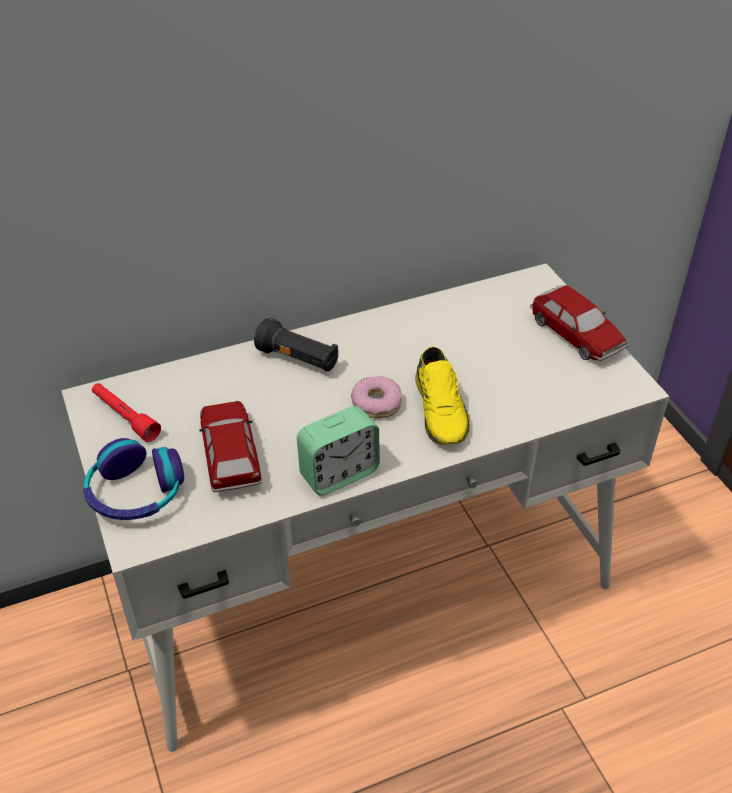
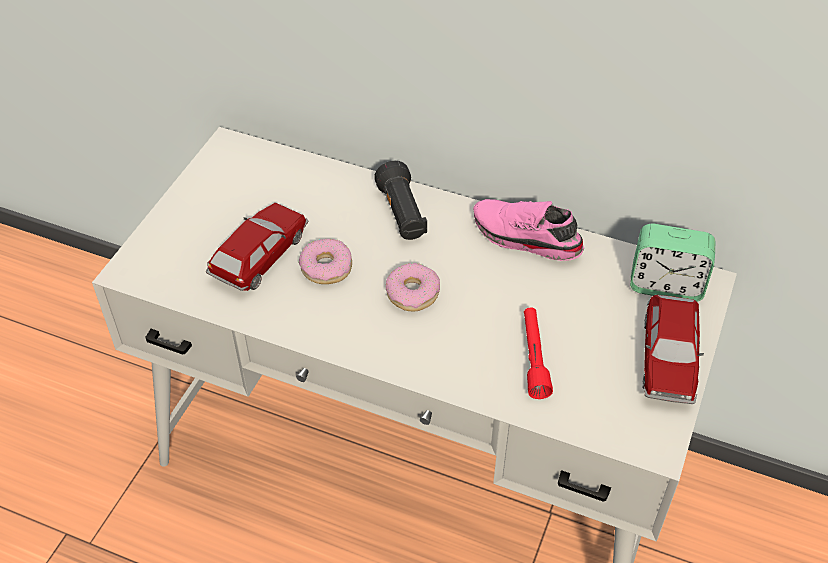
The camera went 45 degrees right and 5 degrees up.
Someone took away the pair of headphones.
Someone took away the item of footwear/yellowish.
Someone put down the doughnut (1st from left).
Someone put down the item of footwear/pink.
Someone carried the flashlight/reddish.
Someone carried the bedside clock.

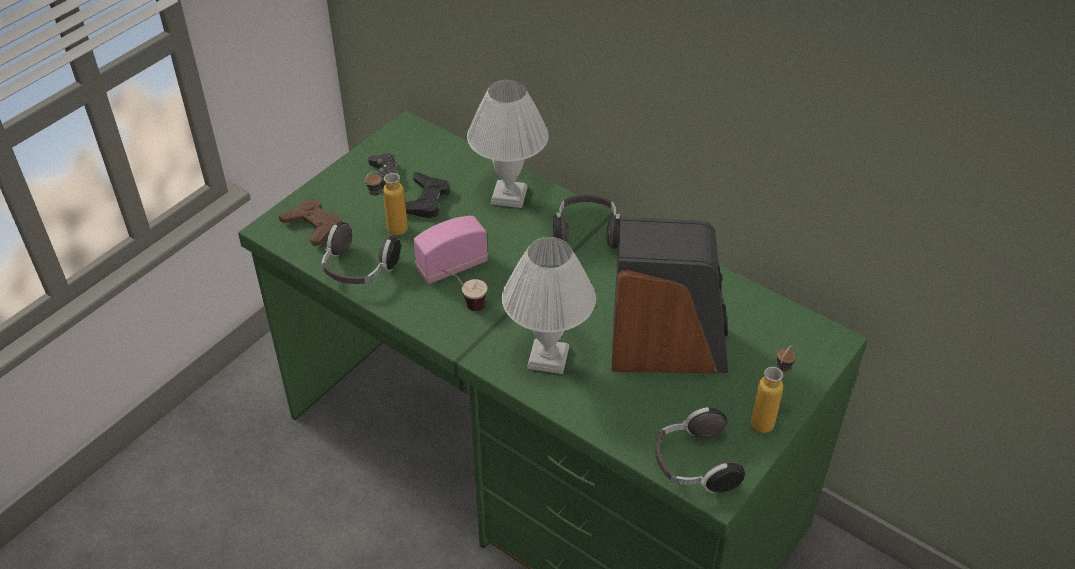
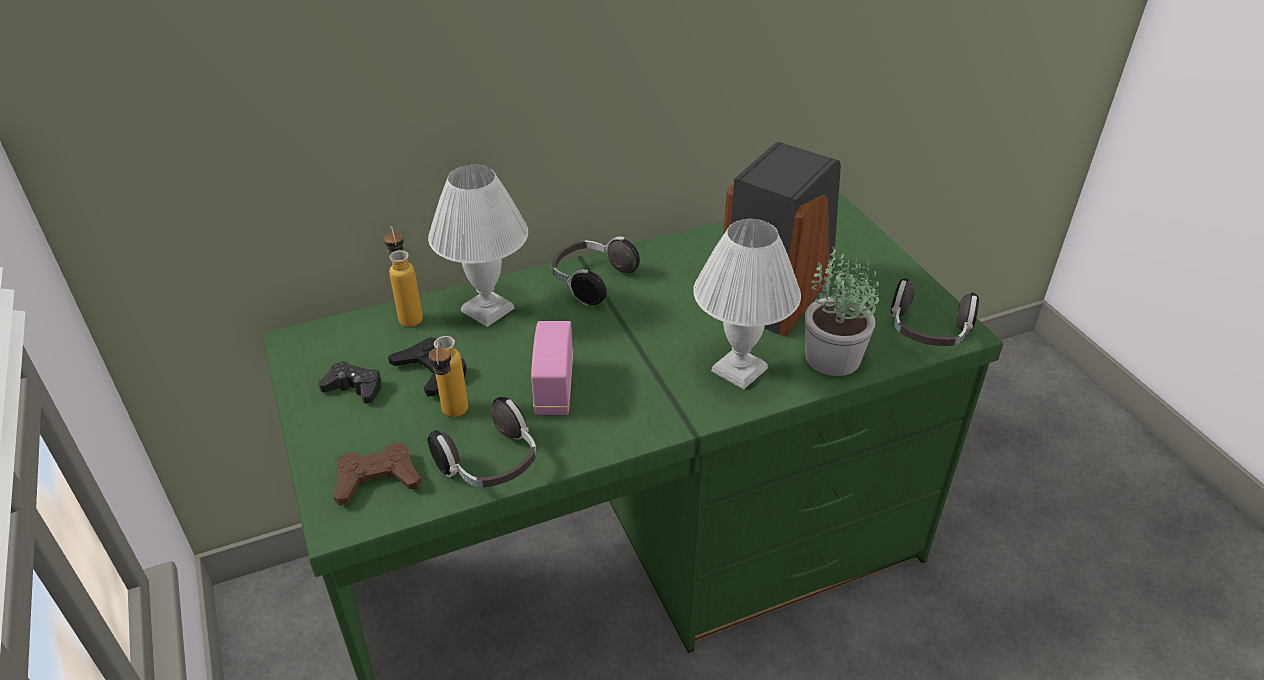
The camera went 60 degrees left and 5 degrees down.
Someone took away the small cup.
Someone put down the houseplant.
Someone carried the bottle (2nd from left in the first image).

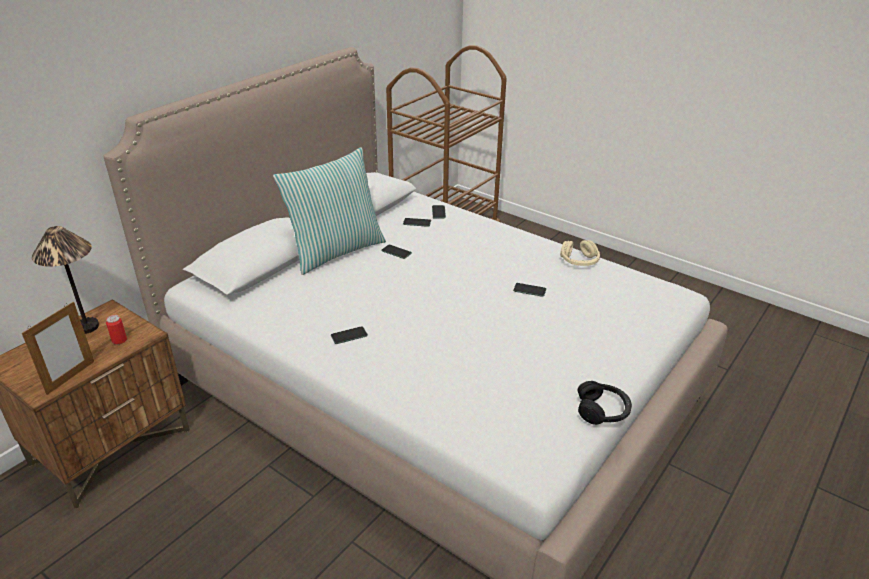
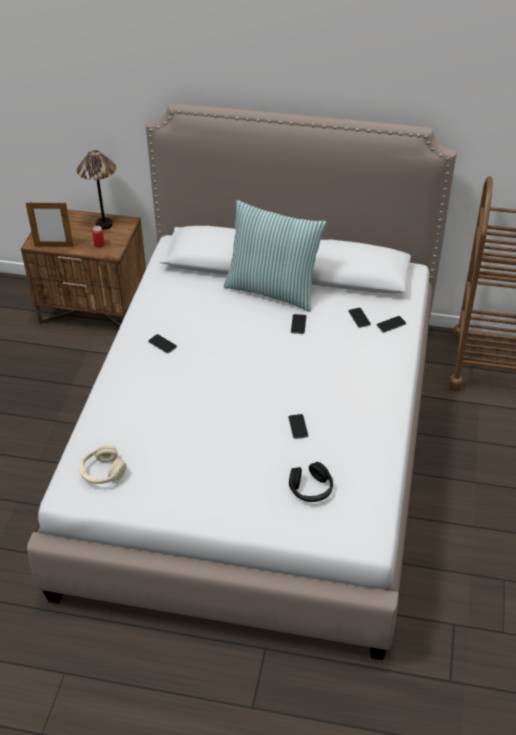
The camera went 65 degrees right and 10 degrees up.
Someone carried the pair of headphones/beige-coloured.
Someone carried the pair of headphones/black.

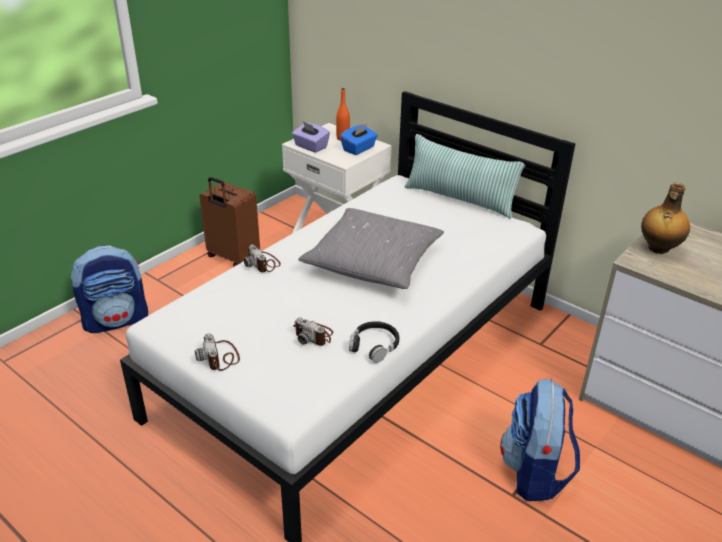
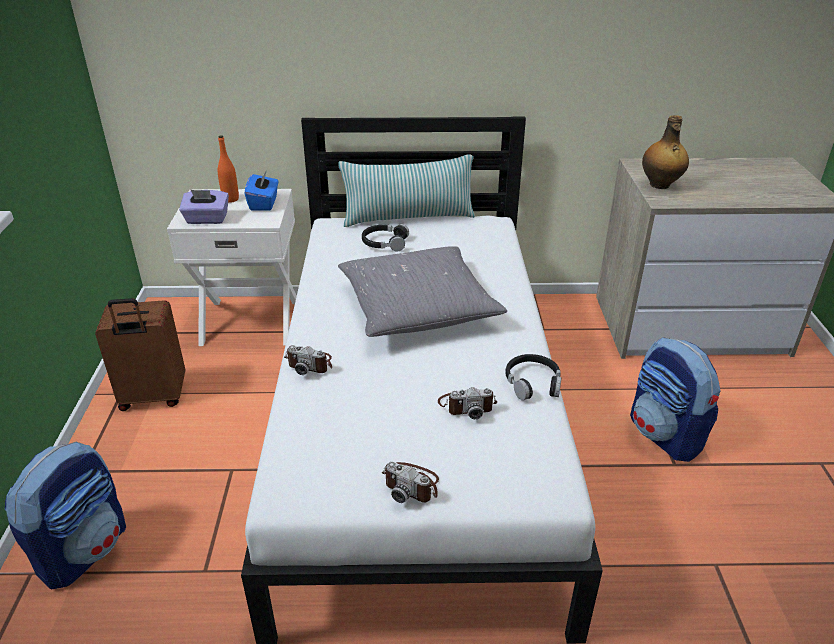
The camera went 40 degrees left and 0 degrees up.
Someone put down the pair of headphones/black (1st from left).

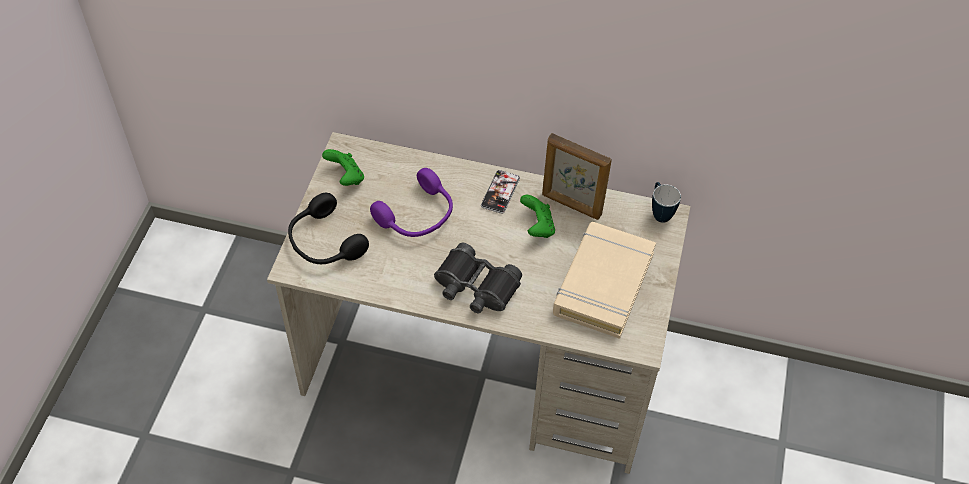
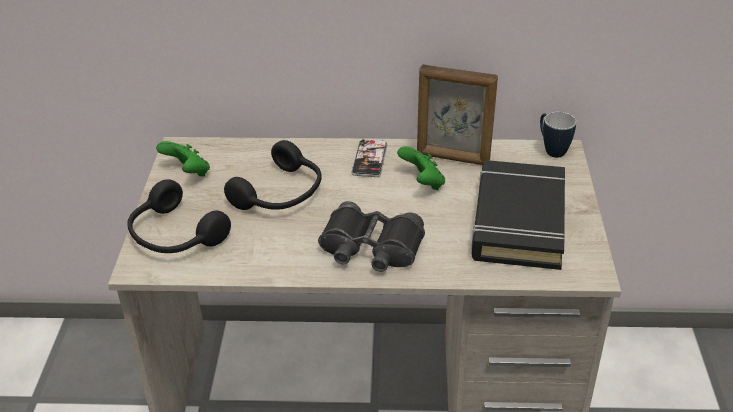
The camera went 10 degrees left and 15 degrees down.
Someone repainted the pair of headphones/purplish, which became the pair of headphones/black (2nd from left).
Someone repainted the book/beige-coloured, which became the book/black.

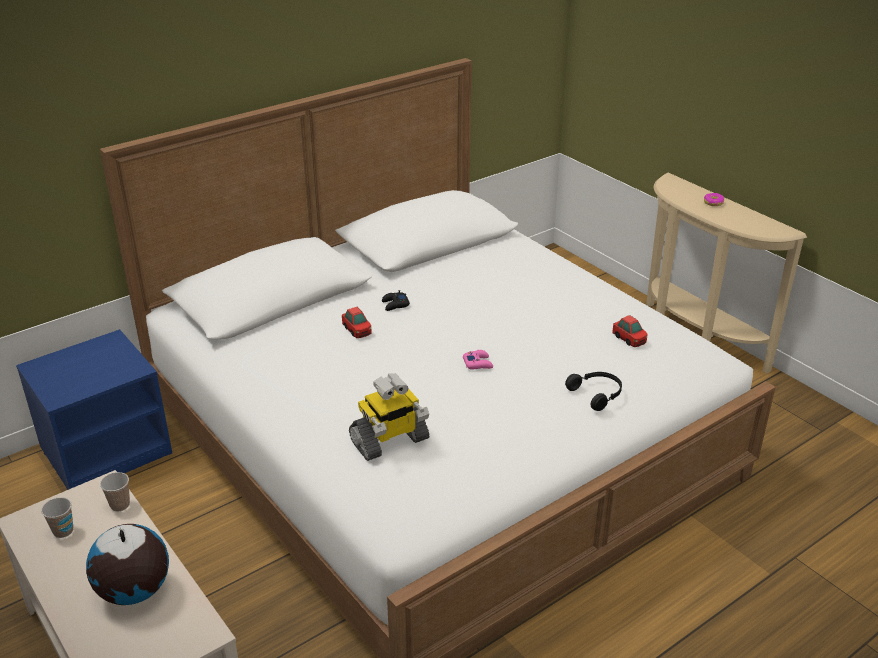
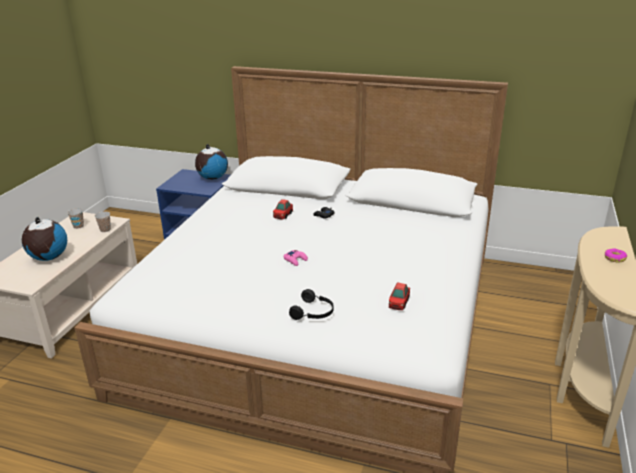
The camera went 55 degrees right and 5 degrees down.
Someone took away the model robot.
Someone put down the desk globe (2nd from left).

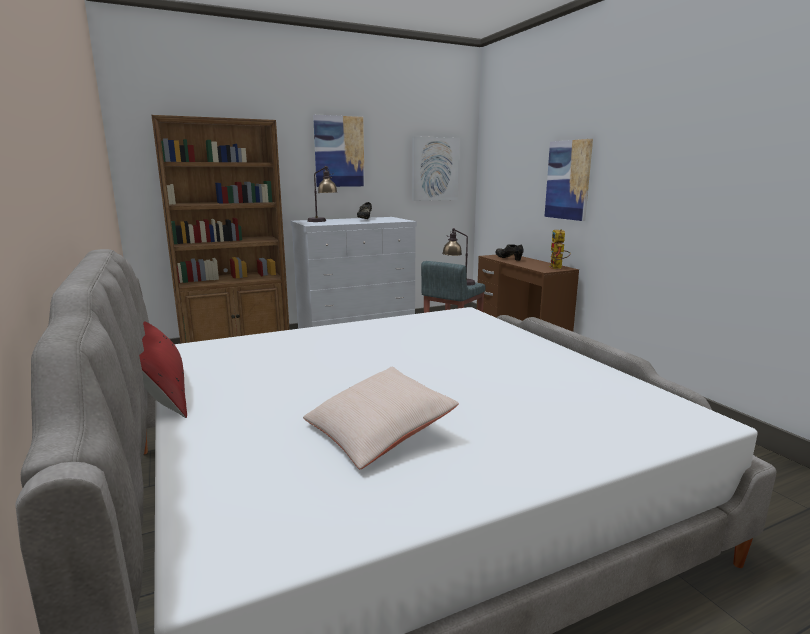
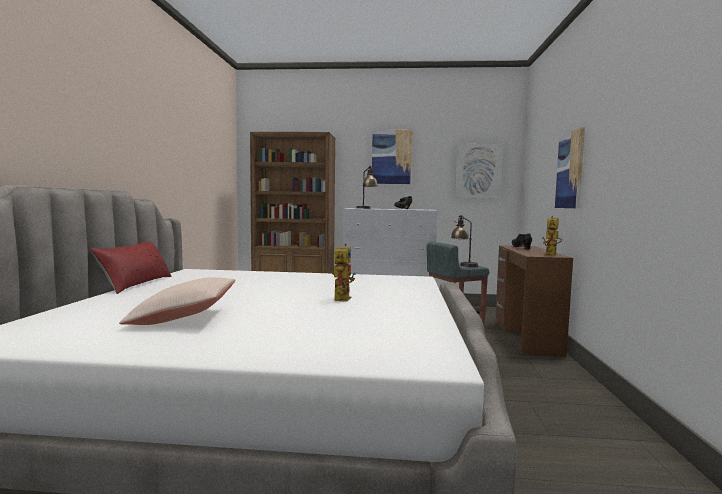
The camera went 30 degrees right and 10 degrees down.
Someone put down the model robot (1st from left).

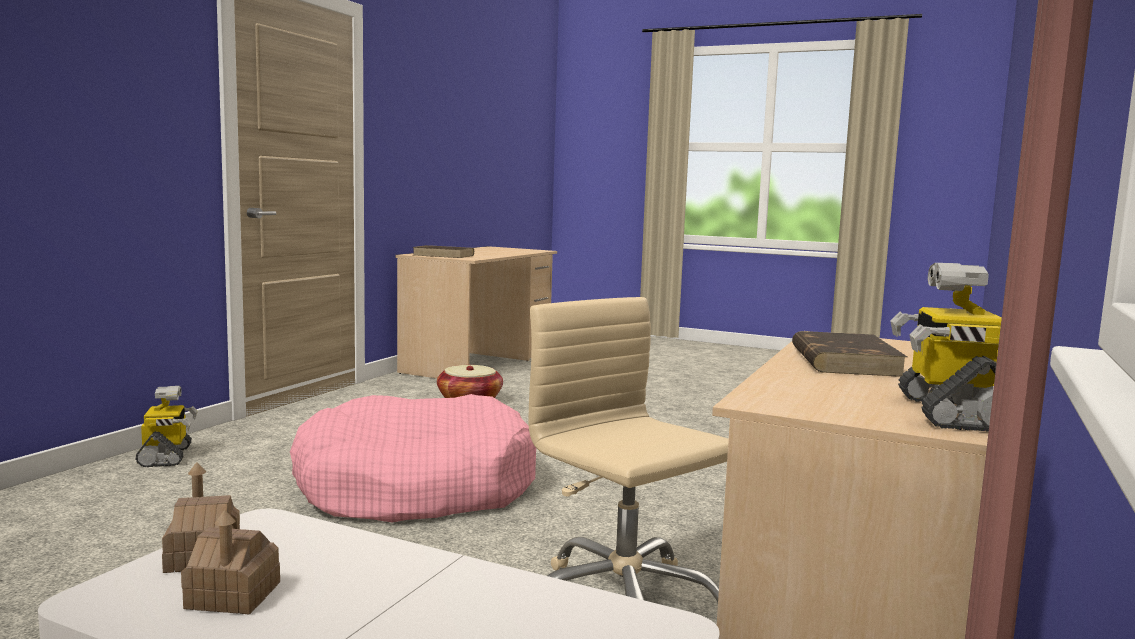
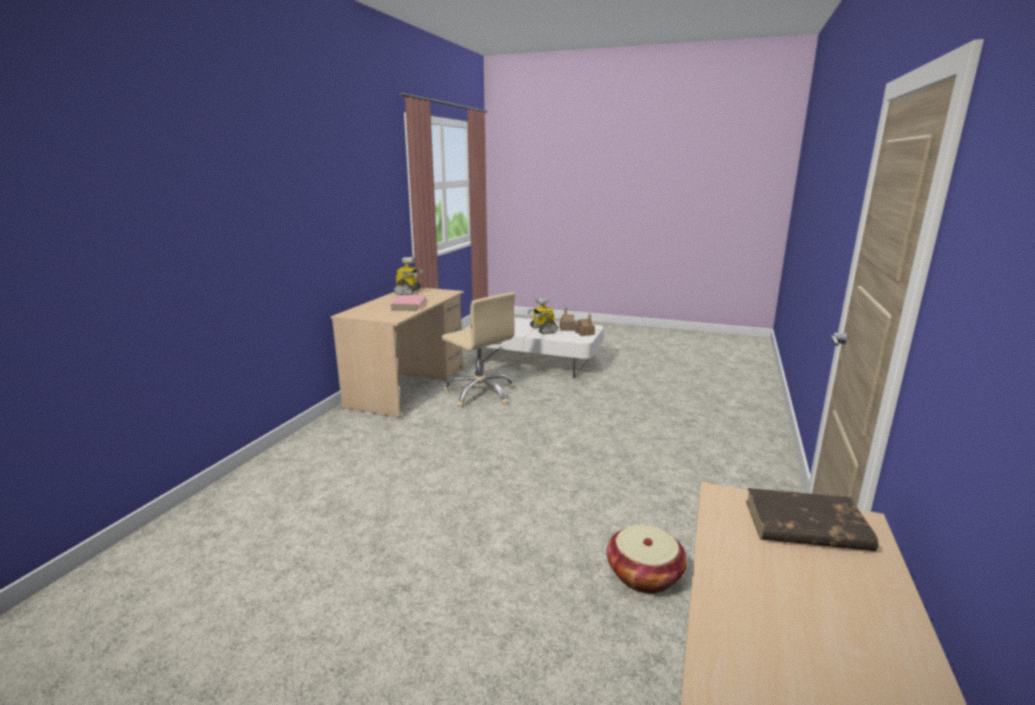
The camera went 175 degrees right and 10 degrees up.
Someone took away the dog cushion/pink.
Someone carried the model robot (1st from left in the first image).
Someone repainted the book/brown (2nd from left), which became the book/pink.

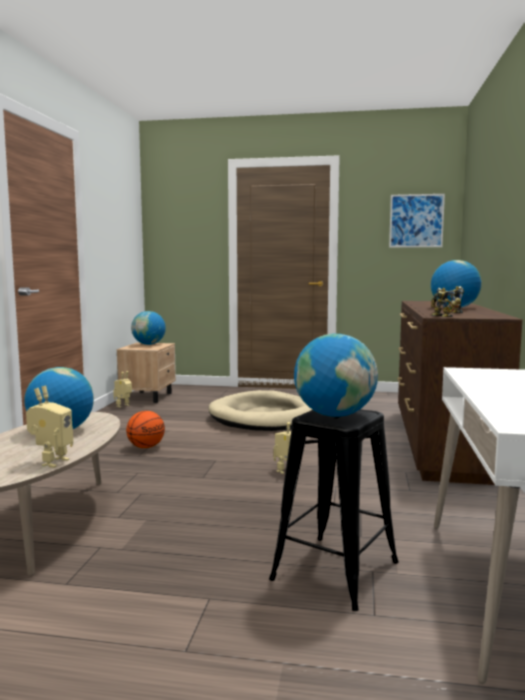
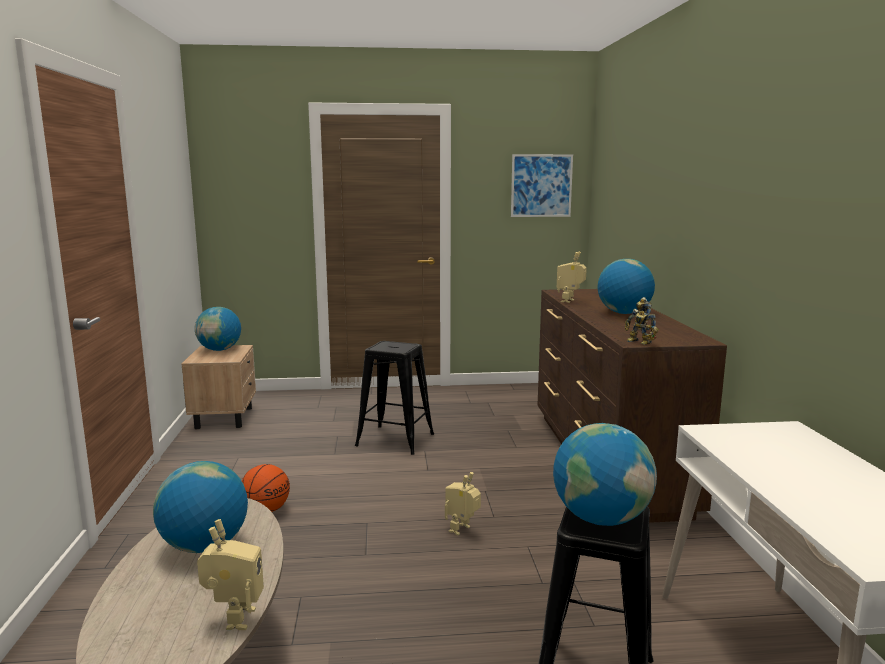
The camera went 15 degrees left and 5 degrees up.
Someone carried the model robot (2nd from left in the first image).
Someone swapped the dog cushion/beige-coloured for the stool seat/black (1st from left).

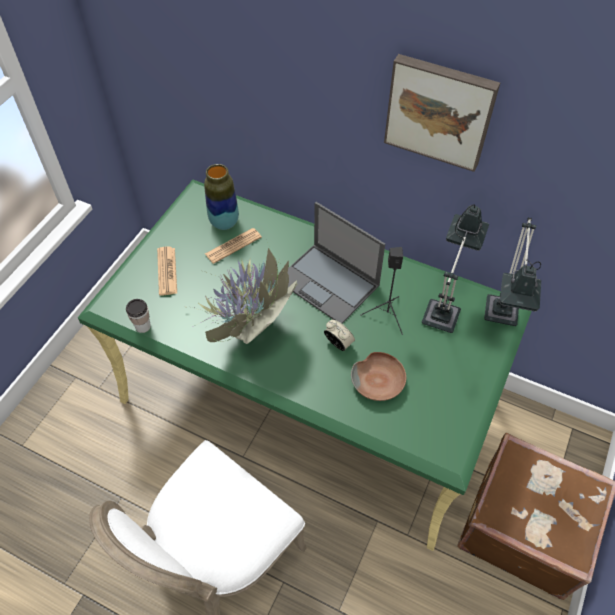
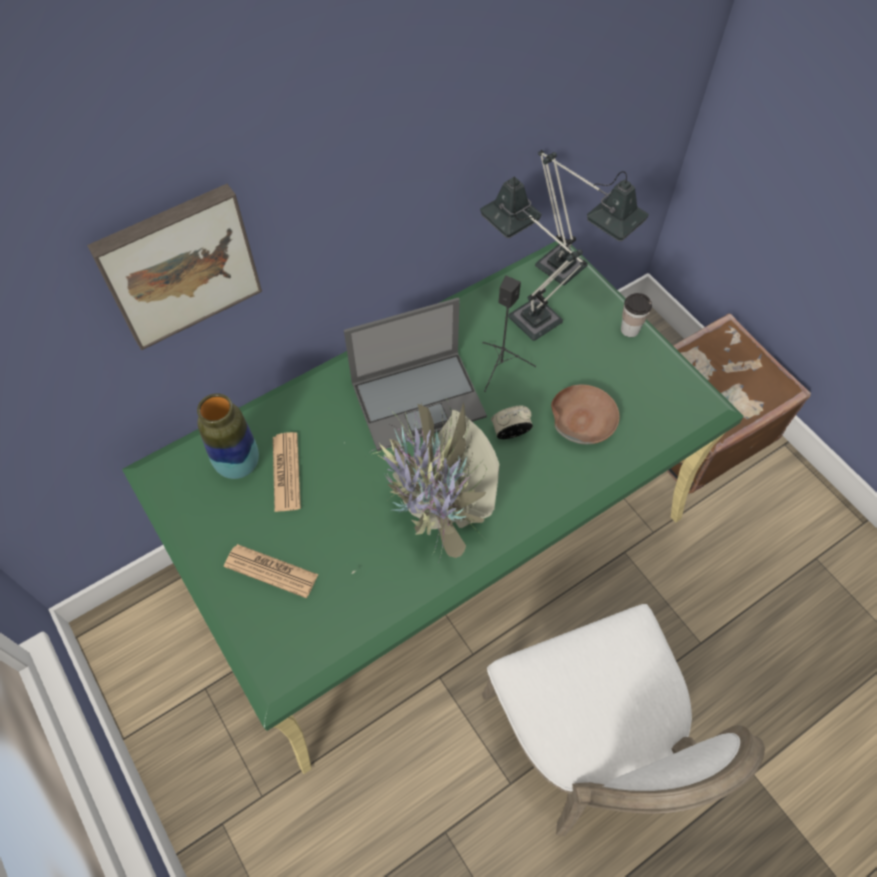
The camera went 60 degrees left and 5 degrees up.
Someone carried the small cup.
Someone carried the picture.

